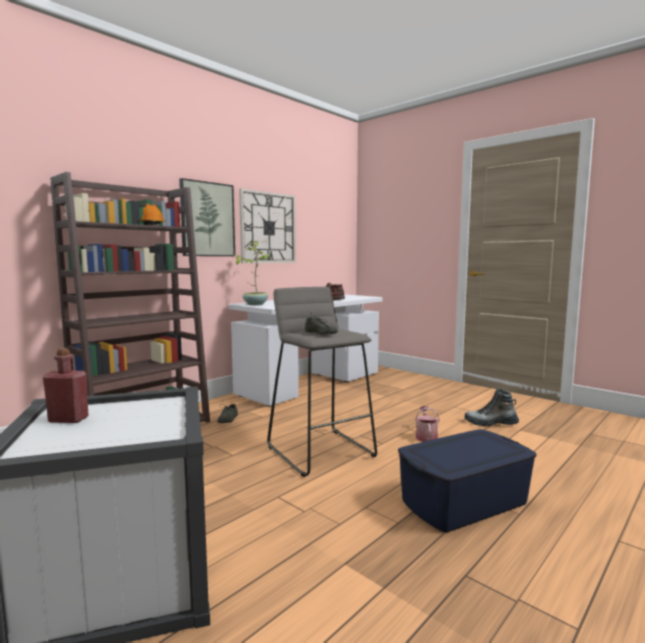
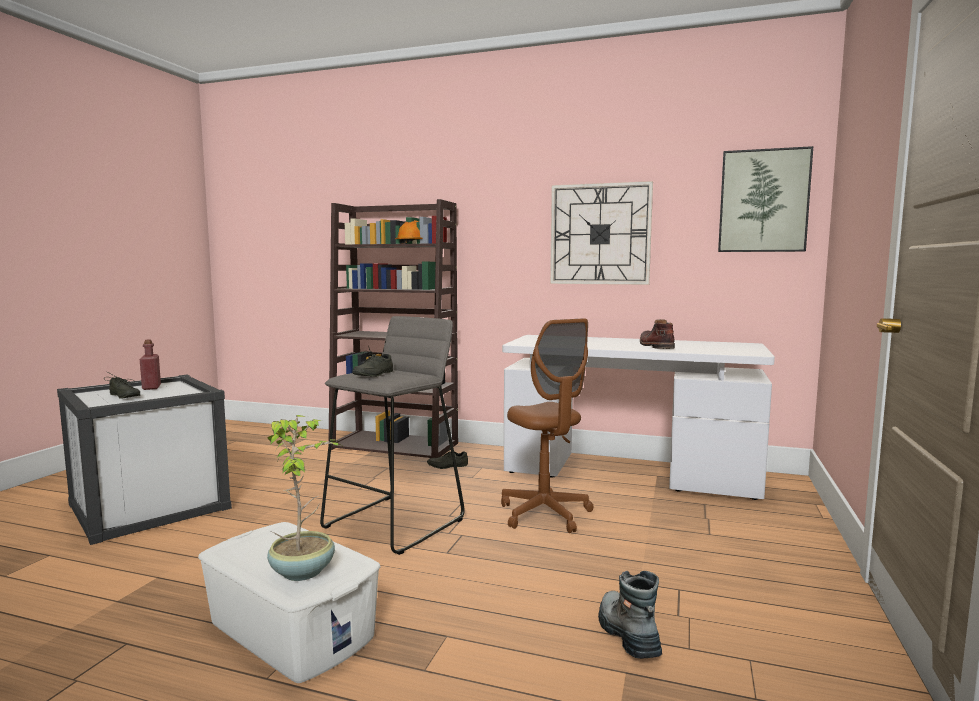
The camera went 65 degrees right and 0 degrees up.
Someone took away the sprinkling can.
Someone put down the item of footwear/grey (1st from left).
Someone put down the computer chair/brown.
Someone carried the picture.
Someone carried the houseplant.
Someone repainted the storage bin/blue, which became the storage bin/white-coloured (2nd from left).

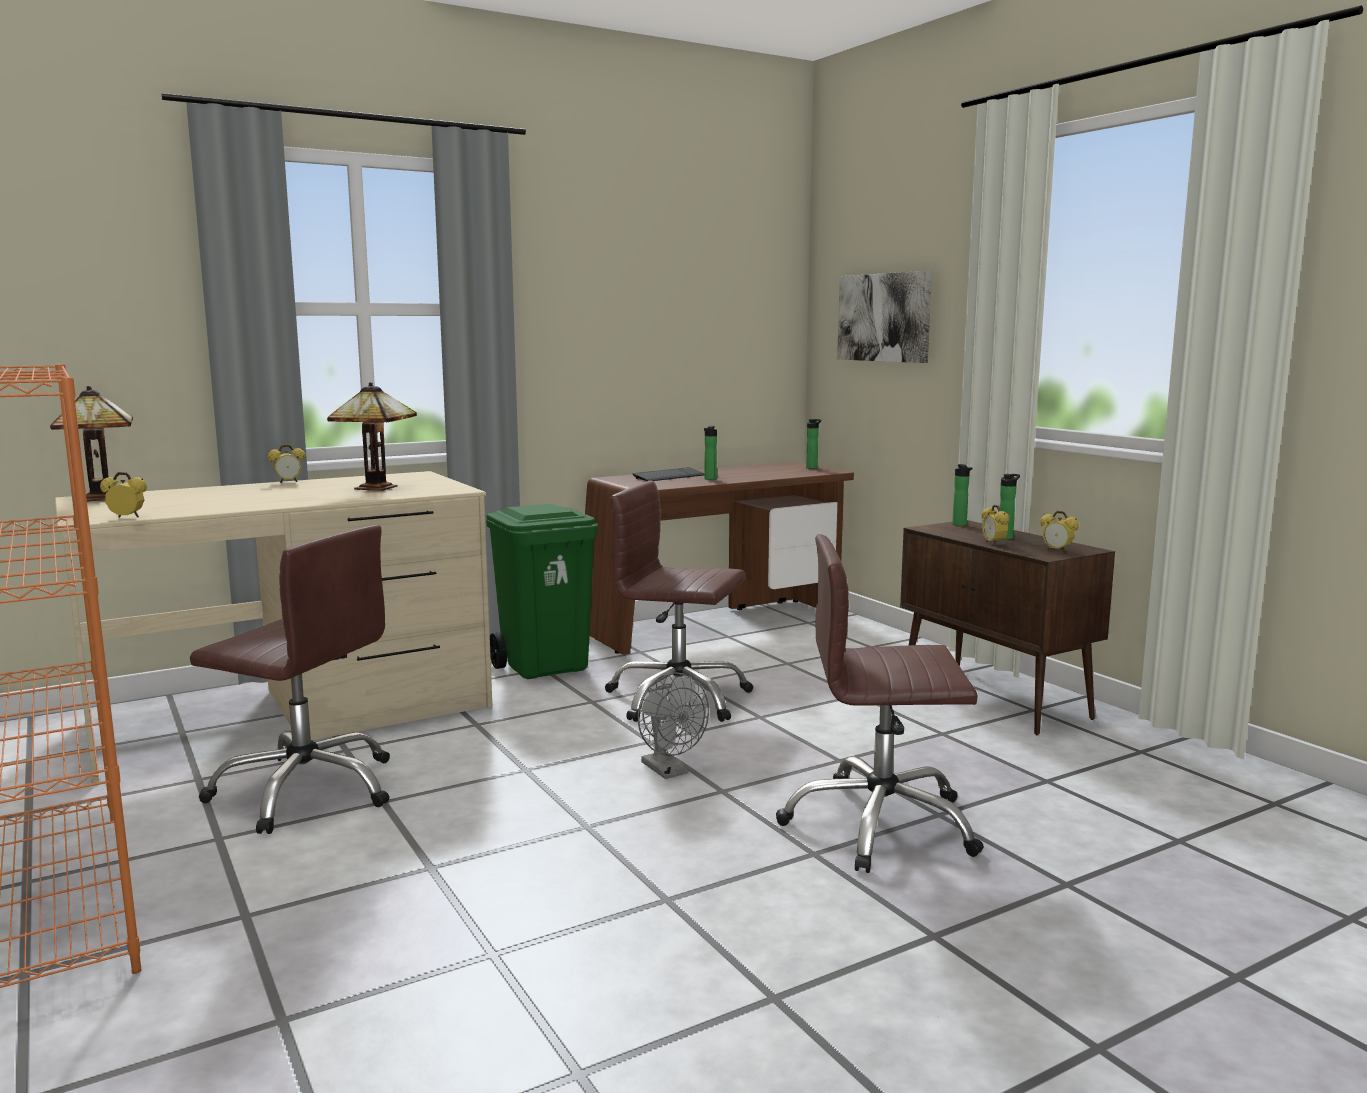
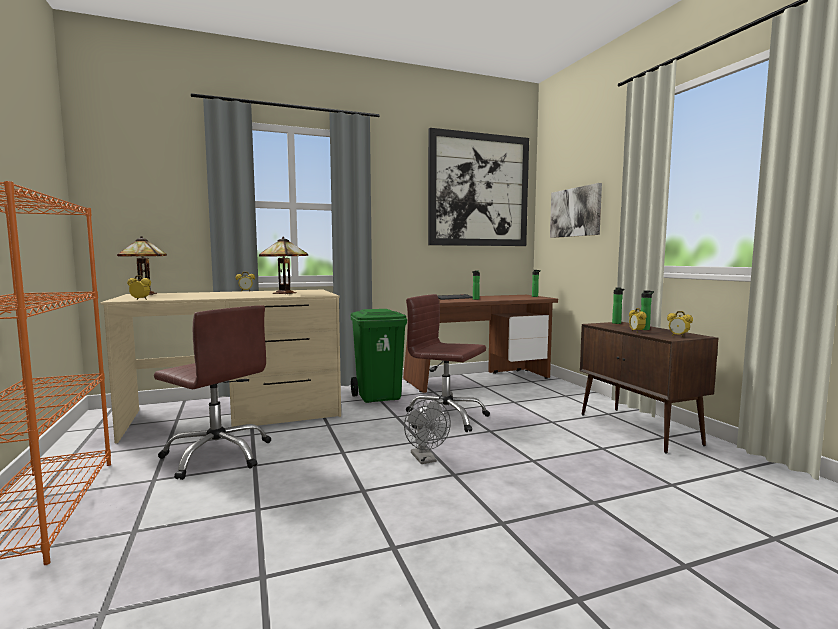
The camera went 10 degrees right and 5 degrees down.
Someone took away the computer chair/brown (3rd from left).
Someone put up the picture (1st from left).

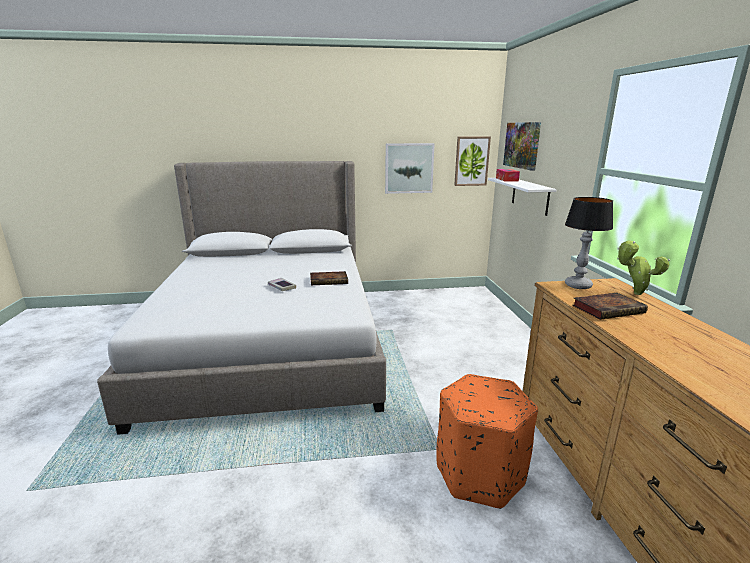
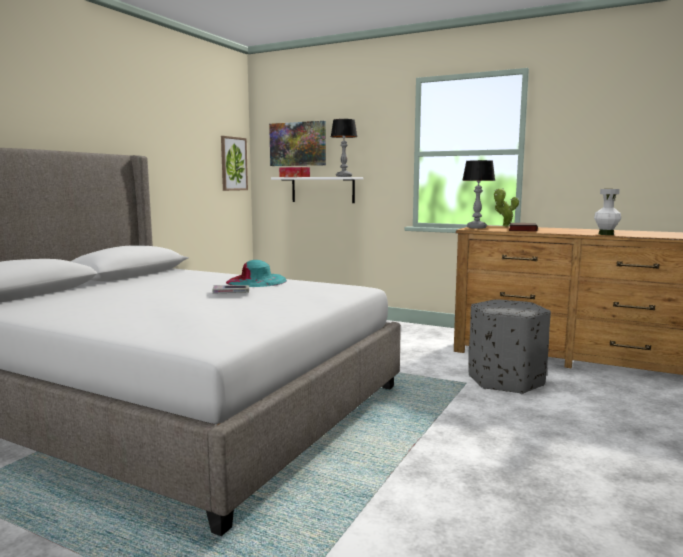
The camera went 55 degrees left and 10 degrees down.
Someone took away the picture (1st from left).
Someone put down the lamp for a table (1st from left).
Someone put down the decorative vase/white-coloured.
Someone swapped the book (2nd from left) for the wearable hat/turquoise-coloured.
Someone repainted the footrest/orangey, which became the footrest/grey.

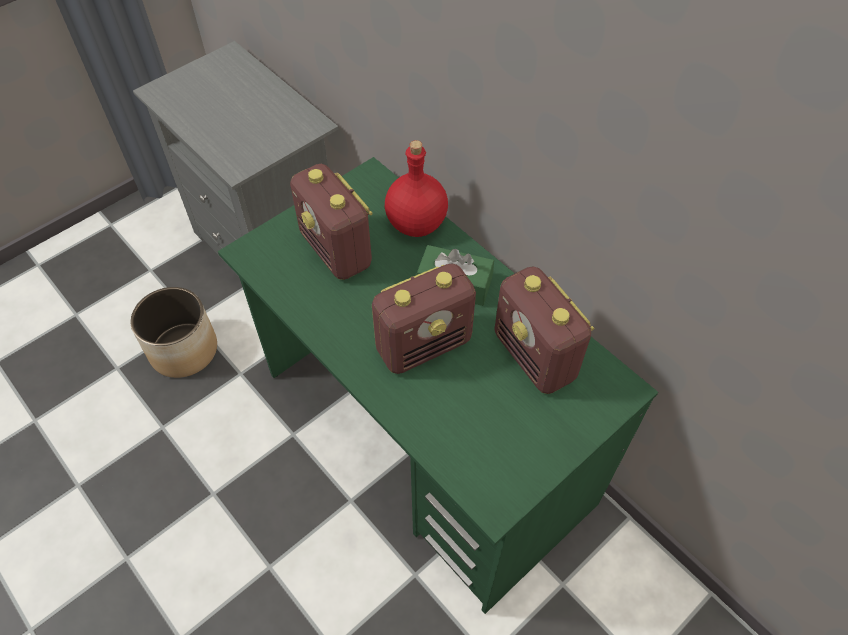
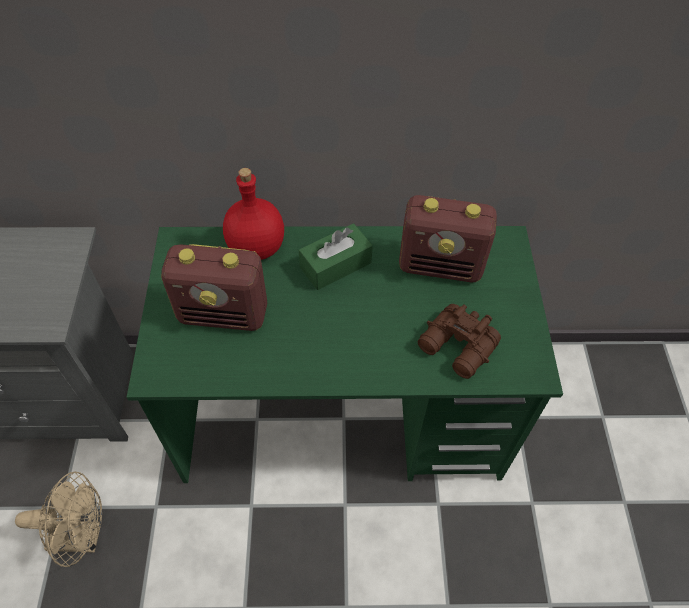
The camera went 50 degrees left and 0 degrees up.
Someone took away the radio set (2nd from left).
Someone put down the pair of binoculars/brown.
Someone swapped the plant pot for the fan/beige-coloured.

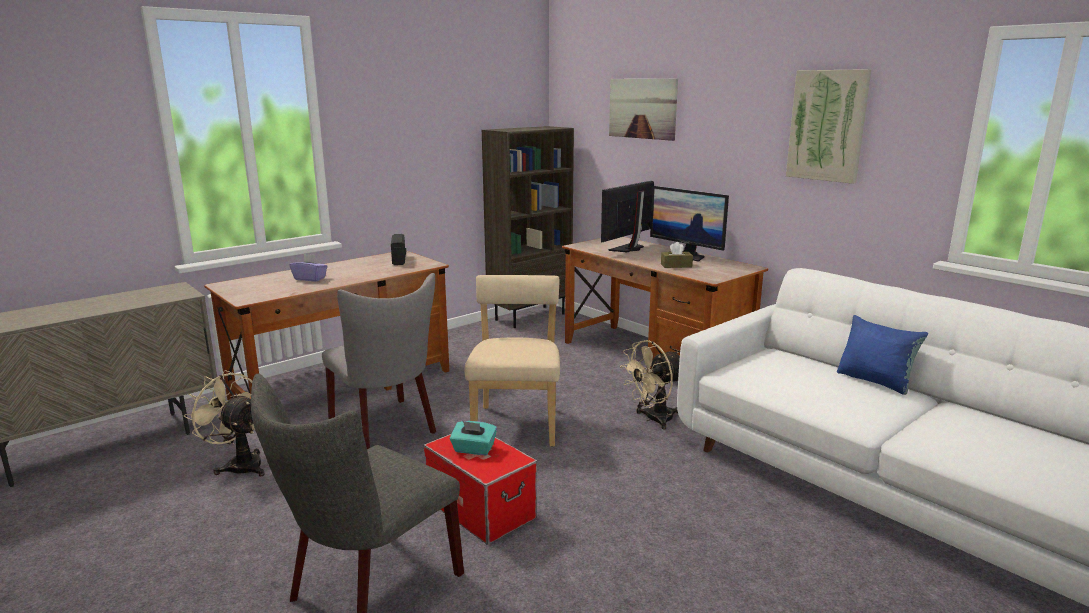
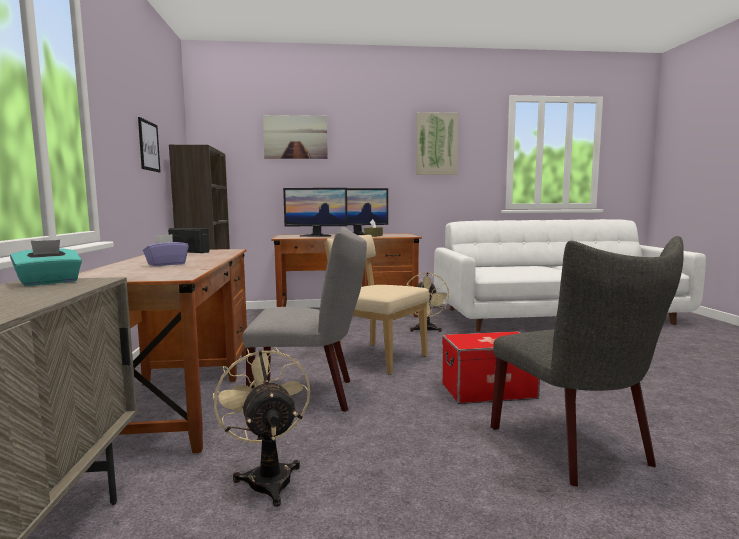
The camera went 55 degrees left and 10 degrees down.
Someone took away the throw pillow/blue.
Someone put up the picture (1st from left).
Someone carried the tissue holder/turquoise-coloured.
Someone rotated the fan/beige-coloured (1st from left) by 90 degrees clockwise.
Someone rotated the computer display (1st from left) by 75 degrees counterclockwise.

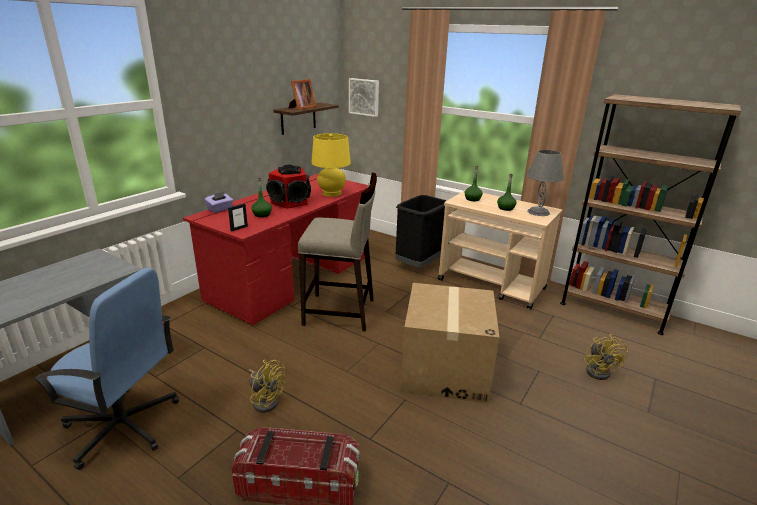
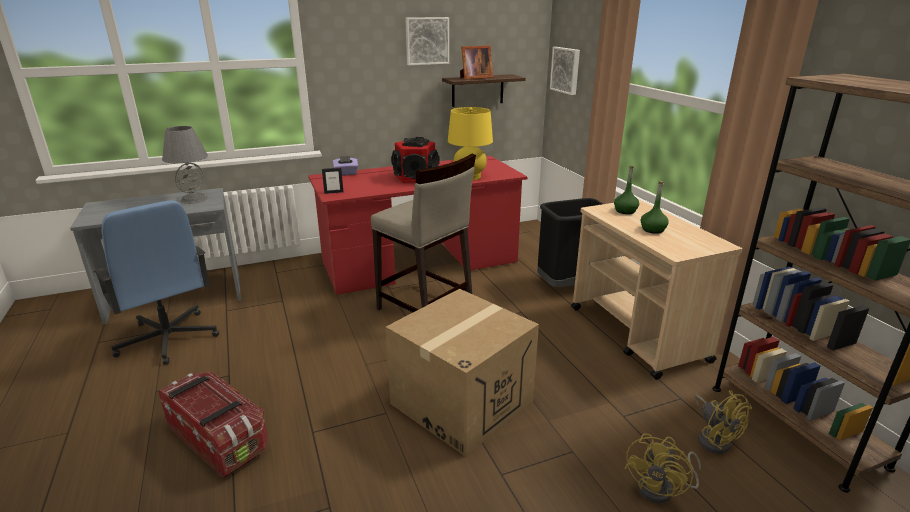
The camera went 35 degrees right and 0 degrees up.
Someone took away the bottle/green-coloured (1st from left).
Someone put up the picture (1st from left).
Someone carried the fan/yellowish (1st from left in the first image).
Someone carried the lamp for a table/grey.

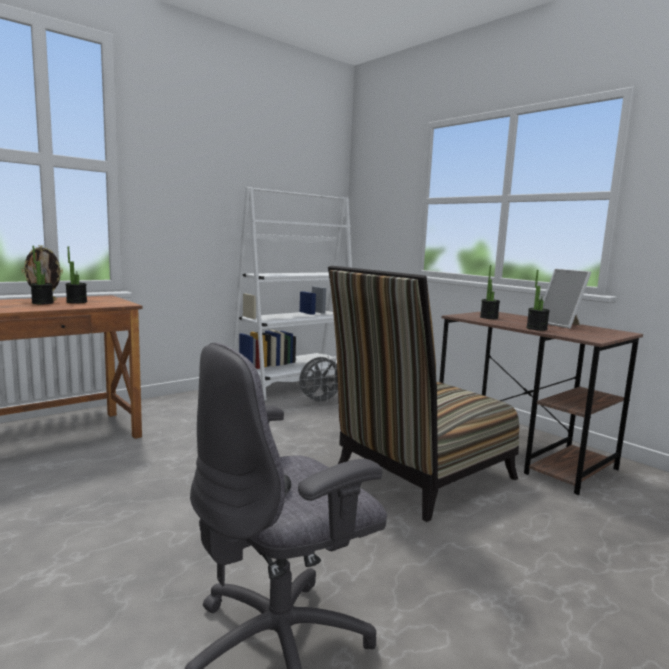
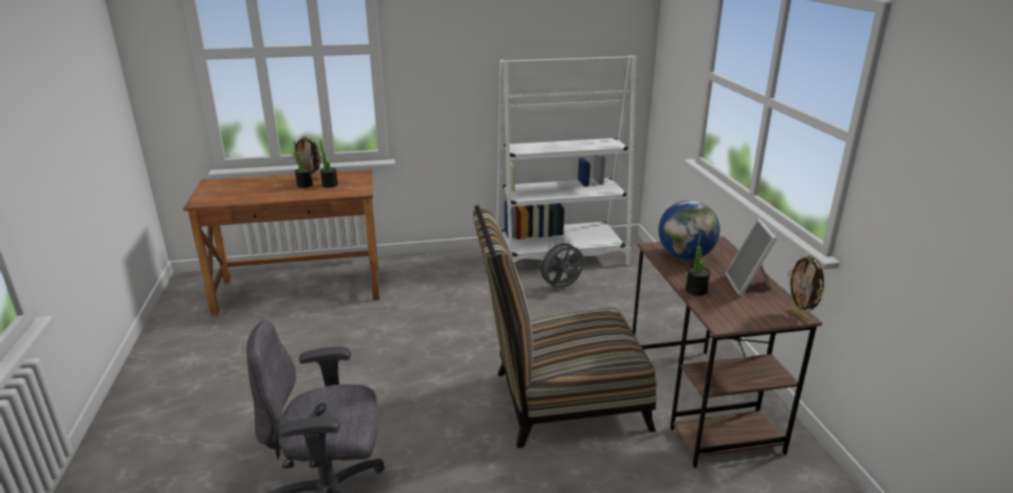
The camera went 30 degrees right and 15 degrees up.
Someone put down the photo frame (3rd from left).
Someone swapped the houseplant (3rd from left) for the desk globe.
Someone rotated the fan/grey by 150 degrees clockwise.

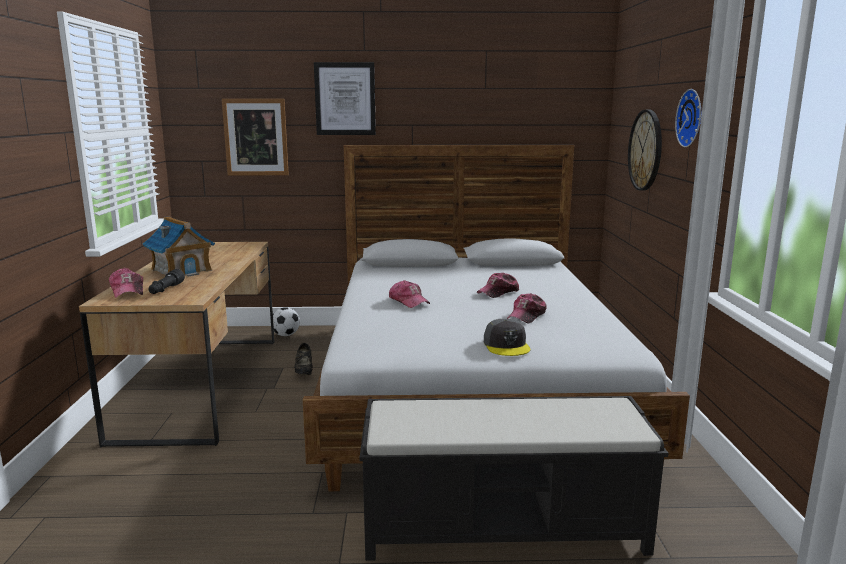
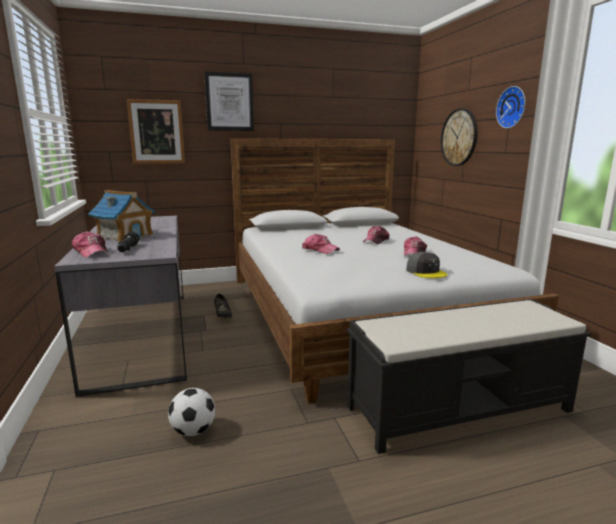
The camera went 15 degrees left and 0 degrees up.
Someone carried the football ball.
Someone repainted the desk unit/brown, which became the desk unit/grey.

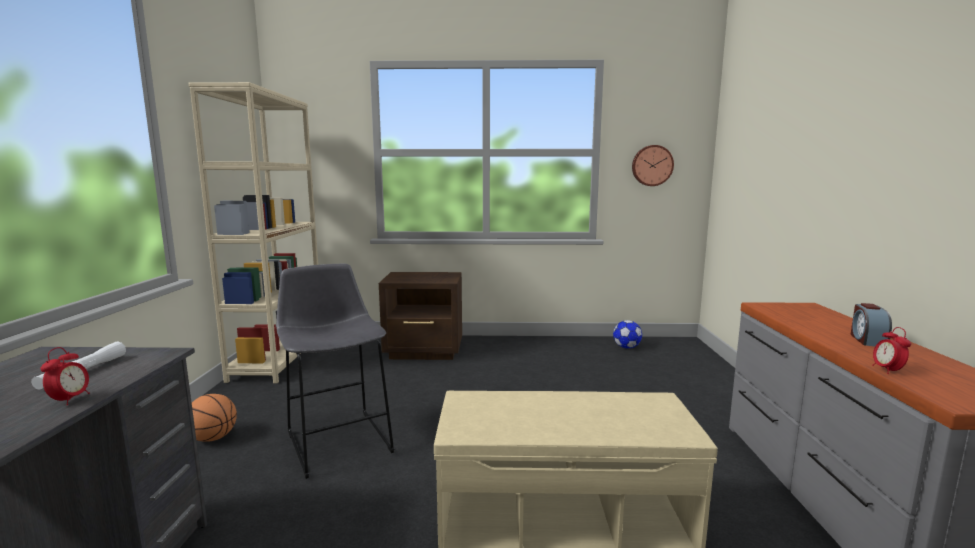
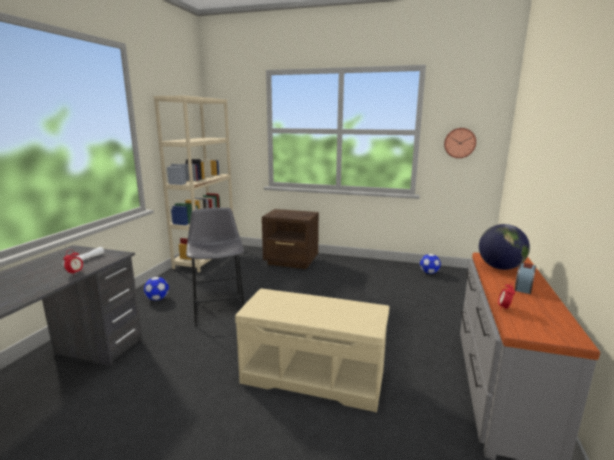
The camera went 15 degrees right and 5 degrees up.
Someone put down the desk globe.
Someone swapped the basketball ball for the football ball (1st from left).

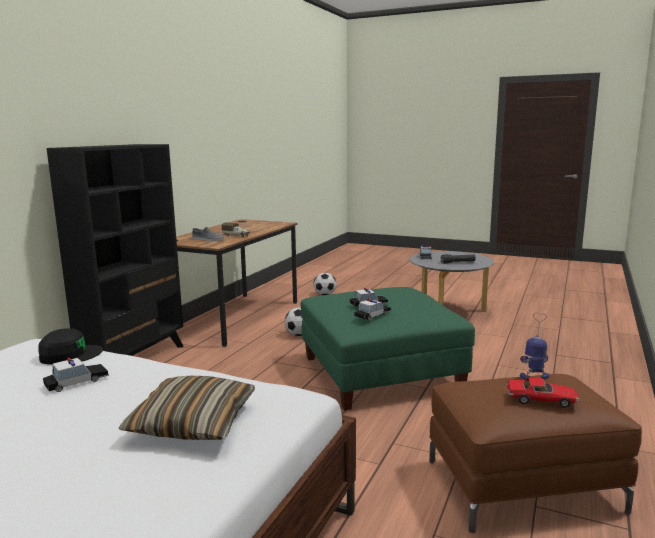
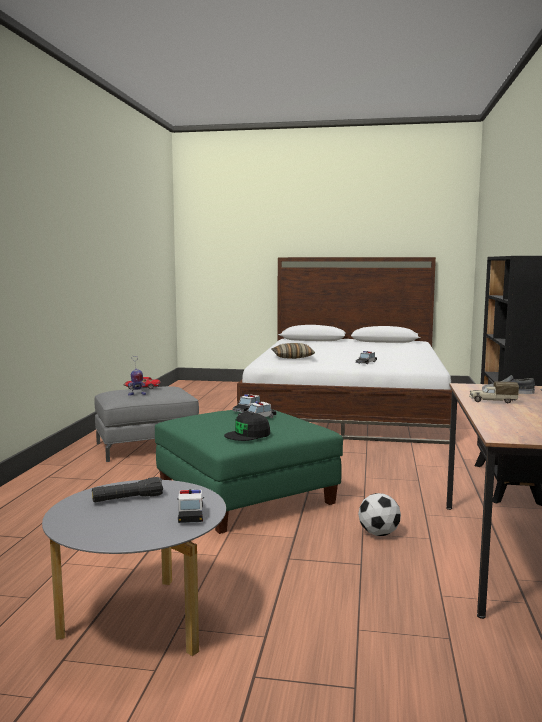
The camera went 165 degrees right and 5 degrees down.
Someone took away the football ball (2nd from left).
Someone carried the peaked cap/black.
Someone repainted the footrest/brown, which became the footrest/grey.

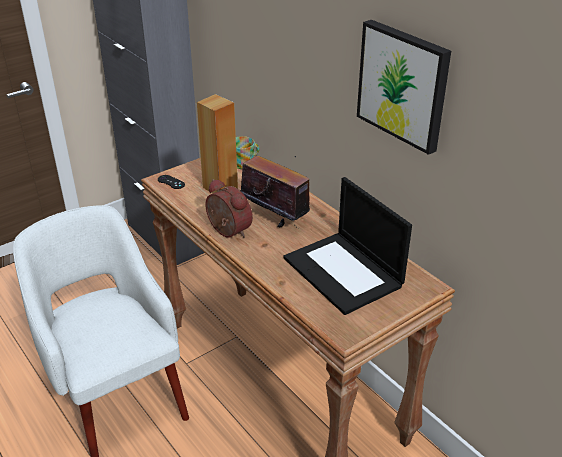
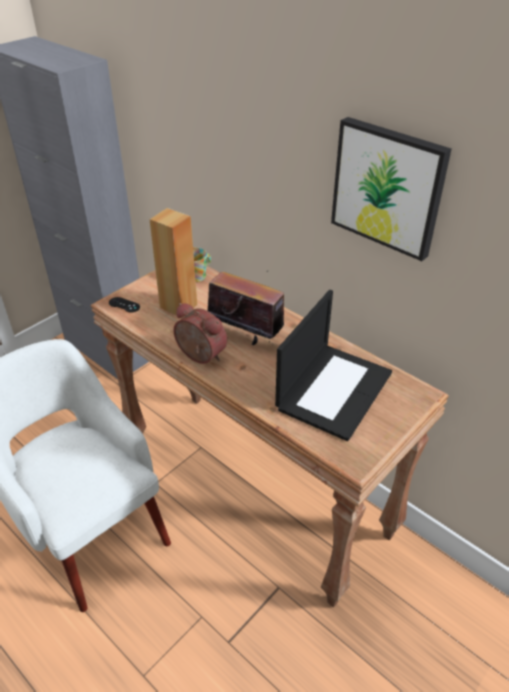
The camera went 10 degrees left and 5 degrees up.
Someone rotated the portable computer by 105 degrees counterclockwise.

